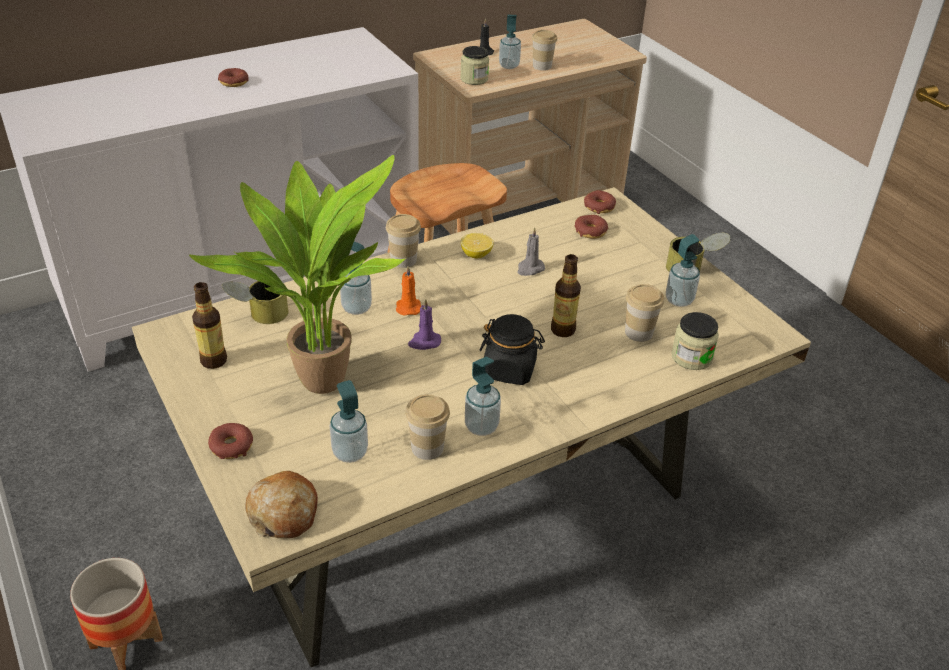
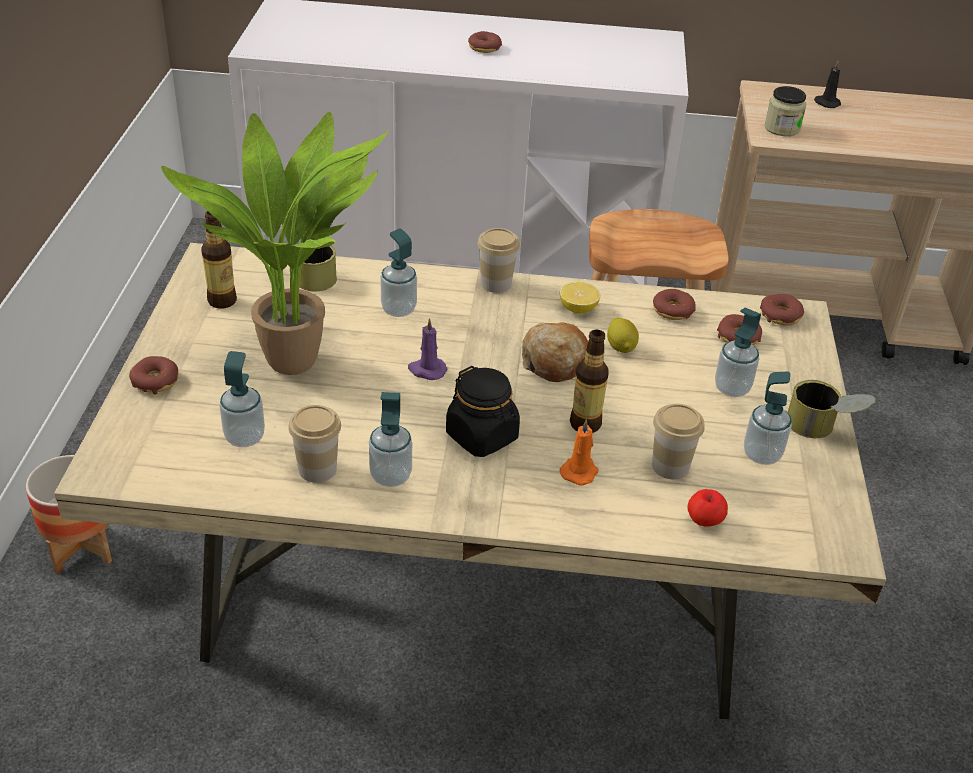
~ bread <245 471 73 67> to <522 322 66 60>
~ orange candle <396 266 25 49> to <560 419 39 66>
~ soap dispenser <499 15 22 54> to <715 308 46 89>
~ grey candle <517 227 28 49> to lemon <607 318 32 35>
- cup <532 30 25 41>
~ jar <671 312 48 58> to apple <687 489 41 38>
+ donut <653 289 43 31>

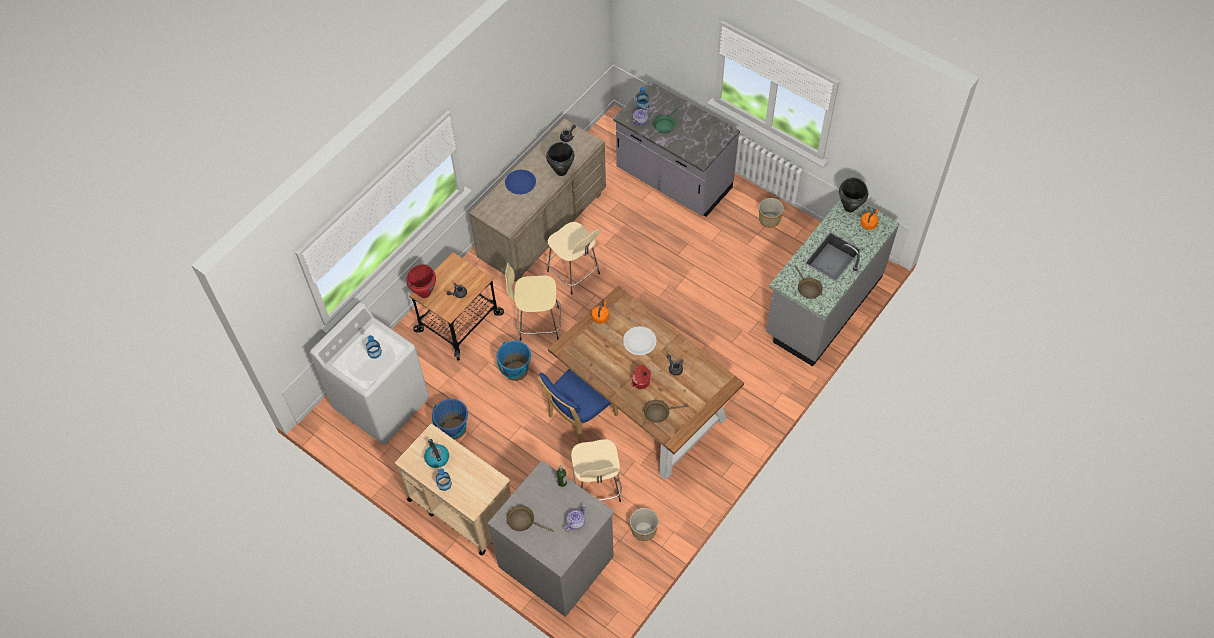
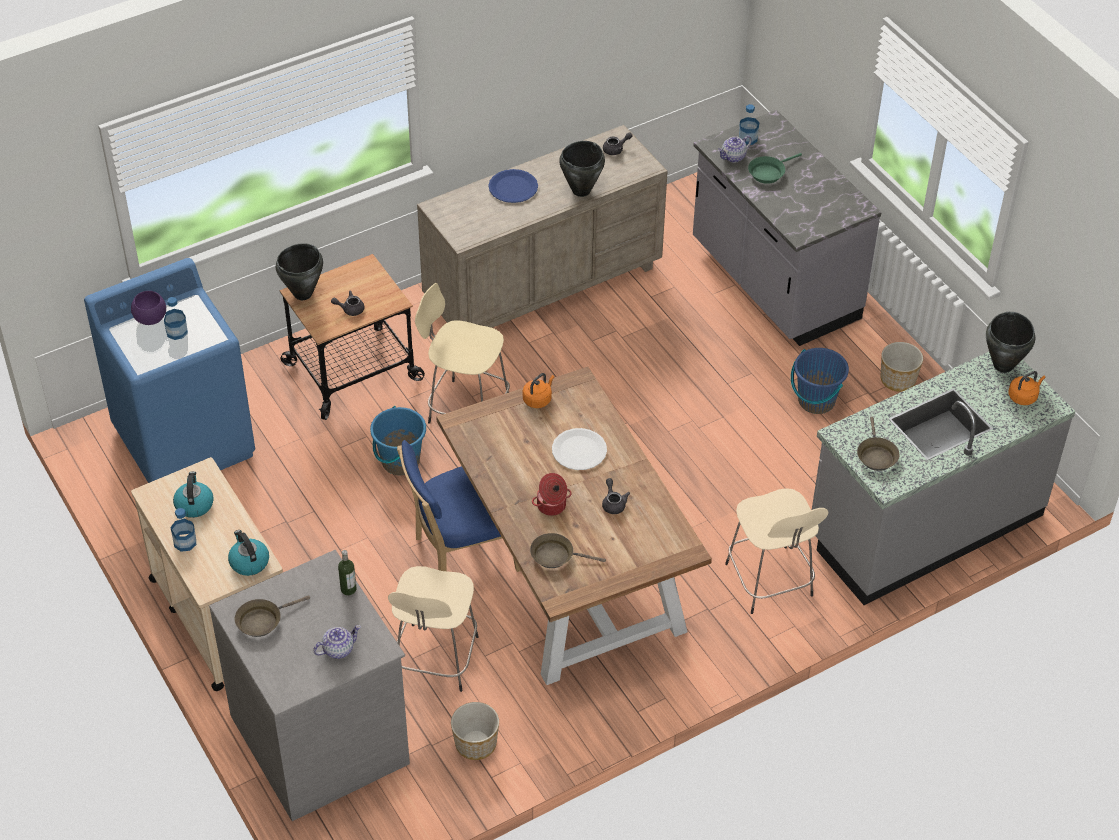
~ white washing machine <310 302 119 143> to blue washing machine <84 258 171 225>
~ red cooking pot <406 264 30 34> to black cooking pot <276 243 47 57>
~ blue bucket <432 399 36 41> to <791 348 58 66>
~ brown frying pan <506 505 48 27> = <235 595 75 42> 75 degrees counterclockwise
~ beige stool <547 222 53 73> to <725 488 103 126>
+ purple bowl <131 291 35 34>
+ kettle <228 530 41 46>

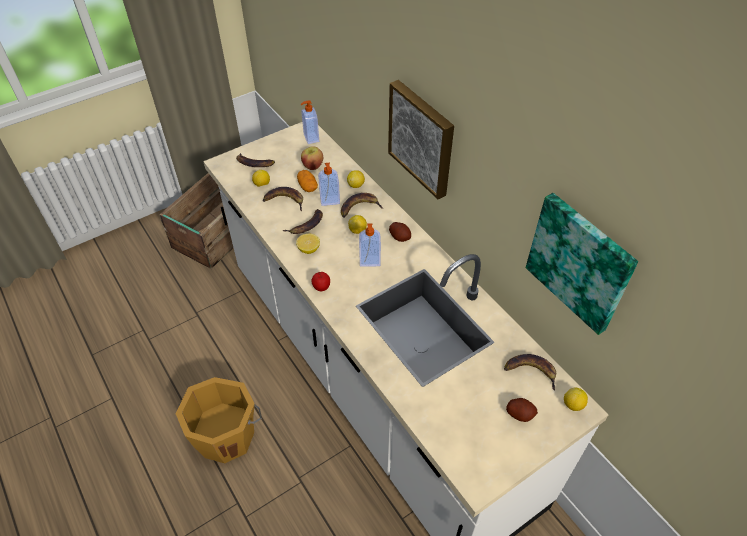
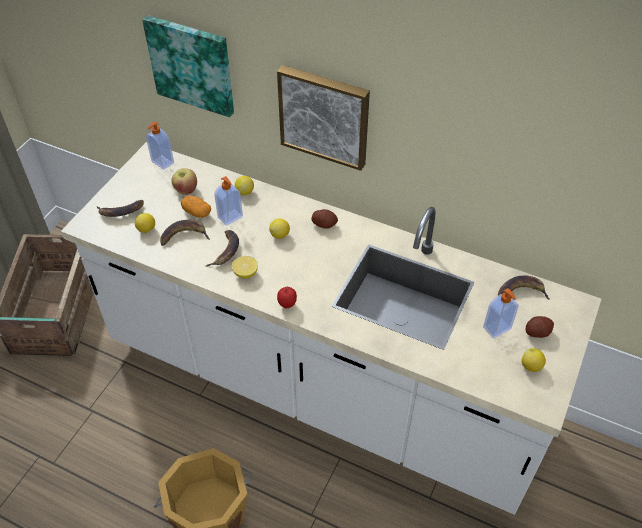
- banana <341 193 42 25>
~ soap dispenser <359 223 22 44> to <483 288 36 51>
~ picture <526 193 112 142> to <142 15 92 102>
~ lemon <564 388 24 23> to <522 348 24 24>

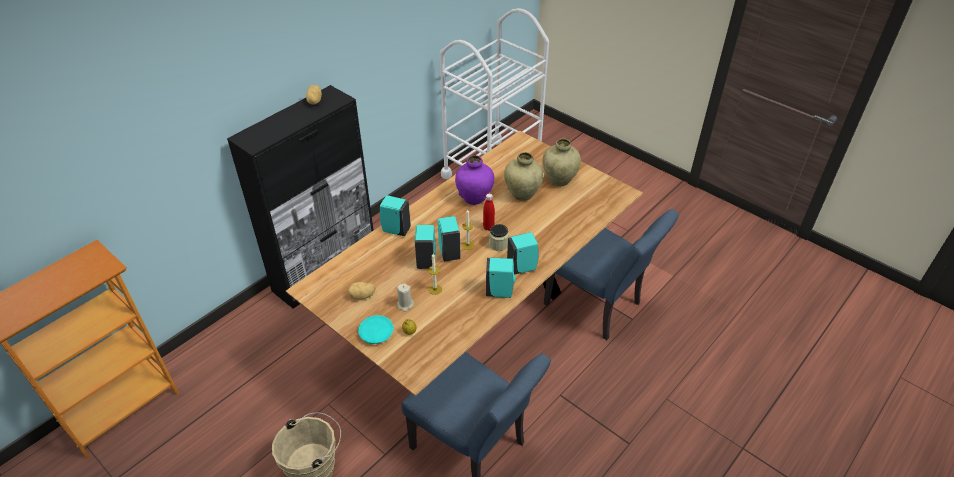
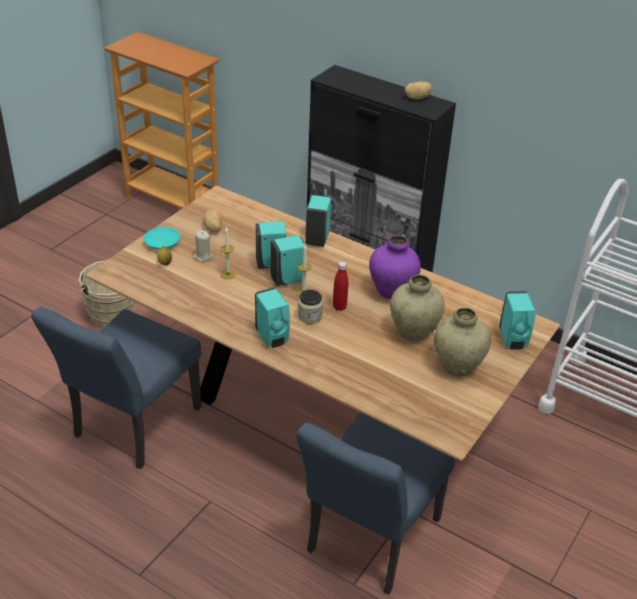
~ turquoise soap dispenser <486 258 30 40> to <499 291 37 59>

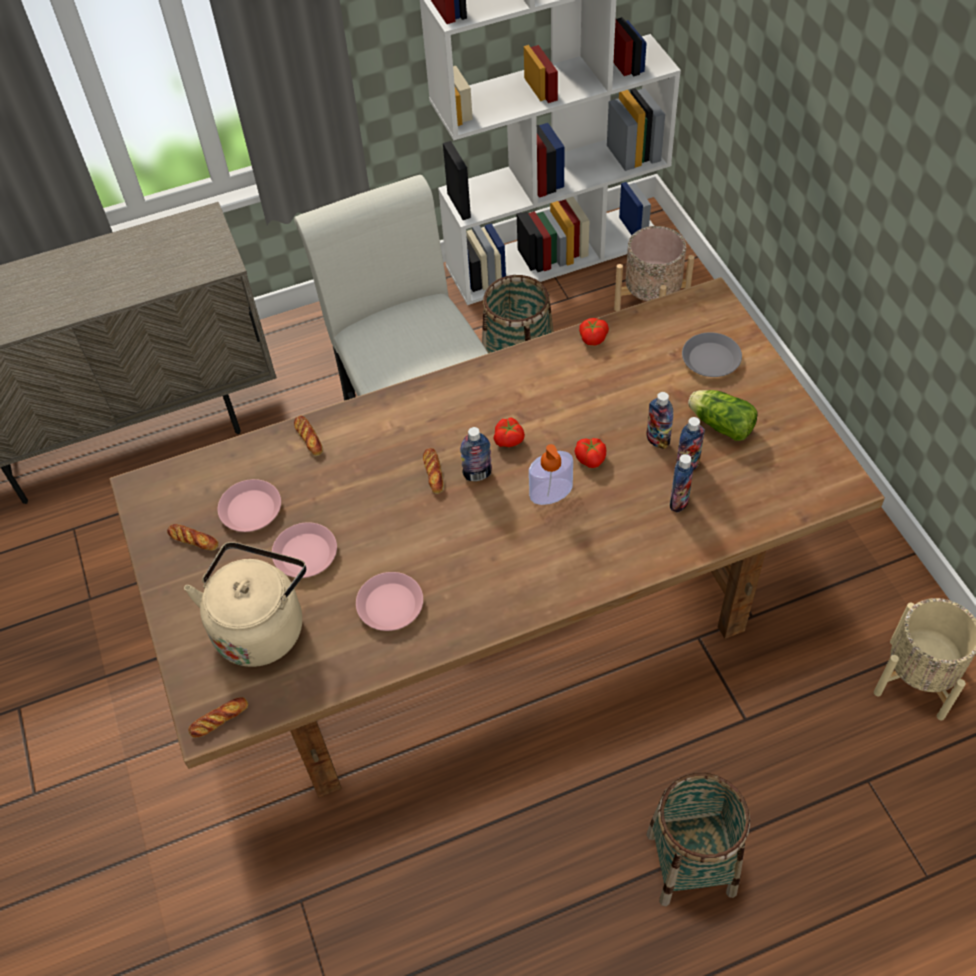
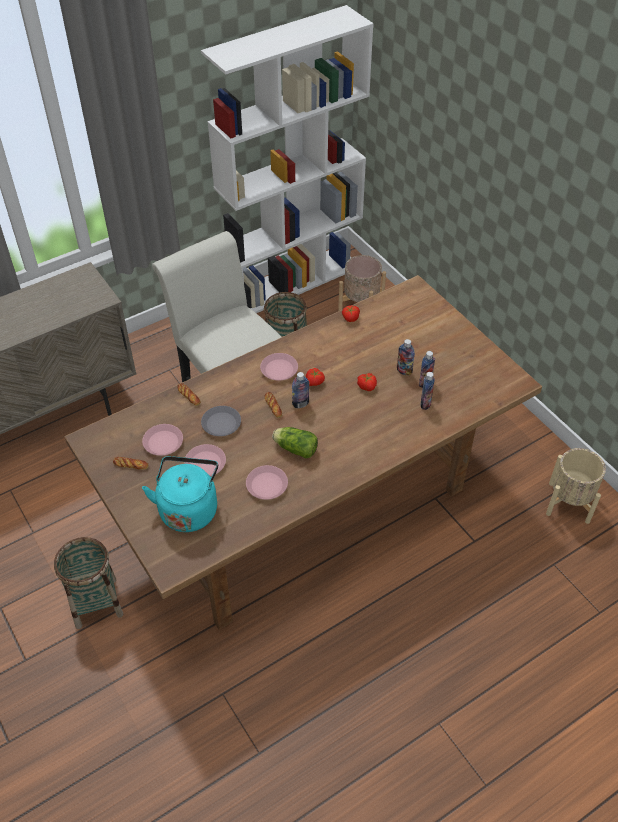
~ beige kettle <184 542 122 125> to turquoise kettle <142 456 76 76>
- bread <188 697 60 41>
- soap dispenser <529 444 44 61>
~ basket <646 773 104 133> to <54 537 69 92>
~ grey plate <682 332 60 45> to <201 406 40 30>
~ lettuce <688 390 70 51> to <272 427 46 31>
+ pink plate <260 353 38 28>

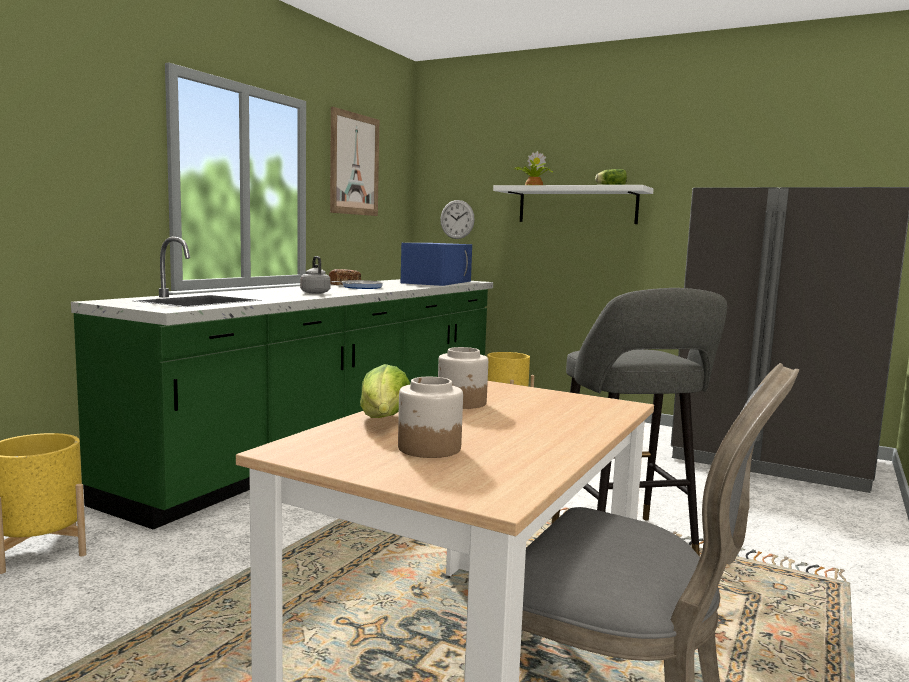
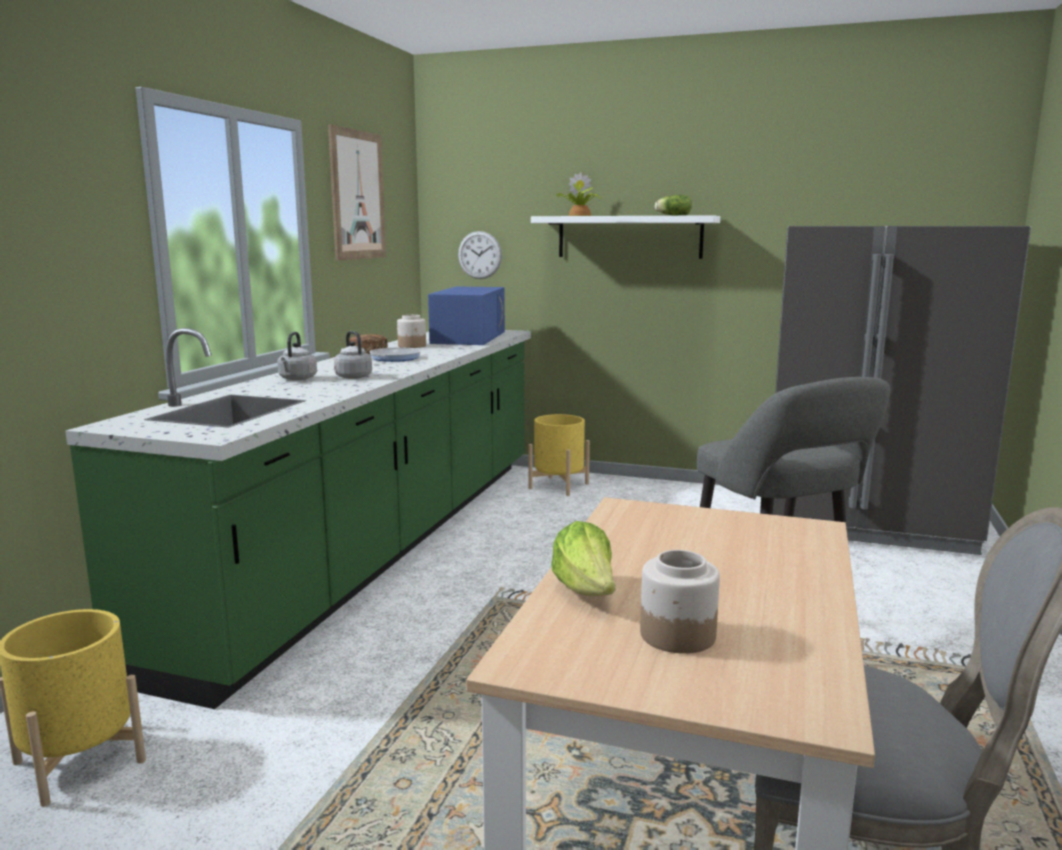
~ jar <438 347 50 62> to <397 315 29 33>
+ grey kettle <277 332 40 48>

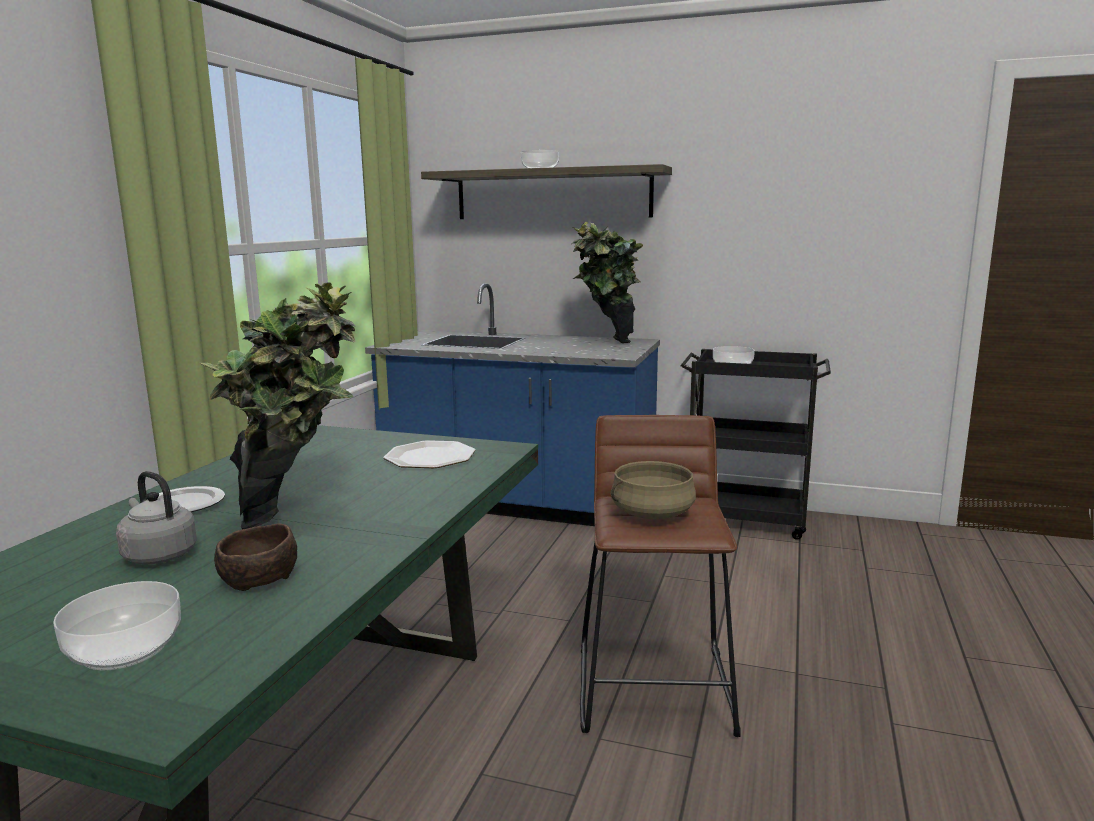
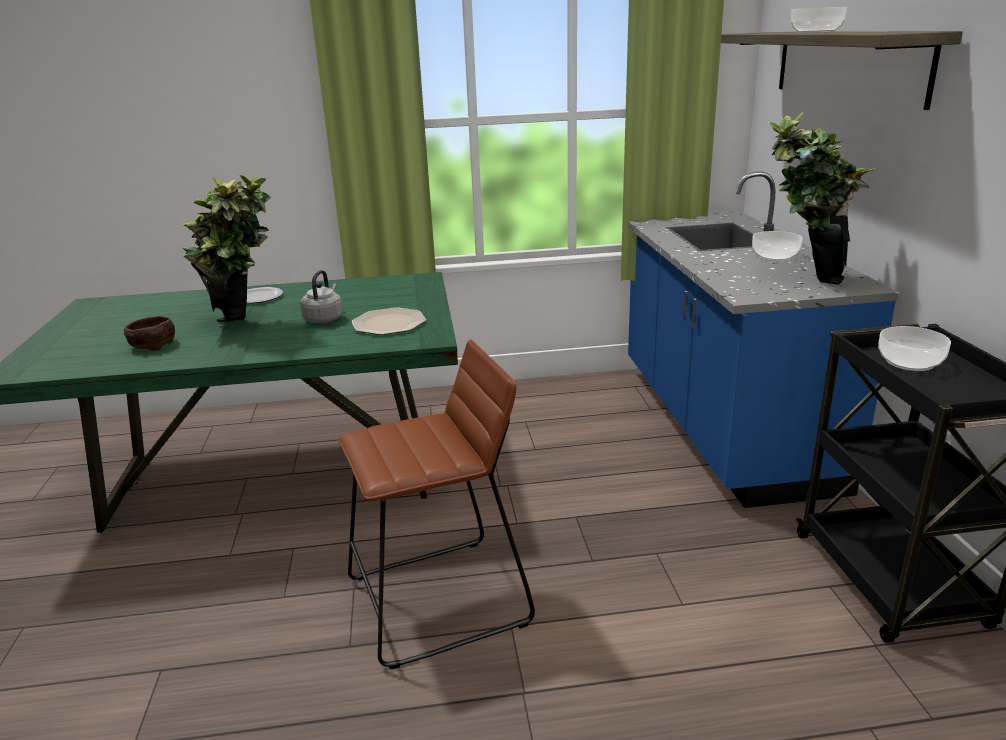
~ bowl <53 581 128 89> to <752 231 51 30>
~ grey kettle <116 471 81 94> to <300 270 43 53>
- beige cooking pot <611 461 85 58>

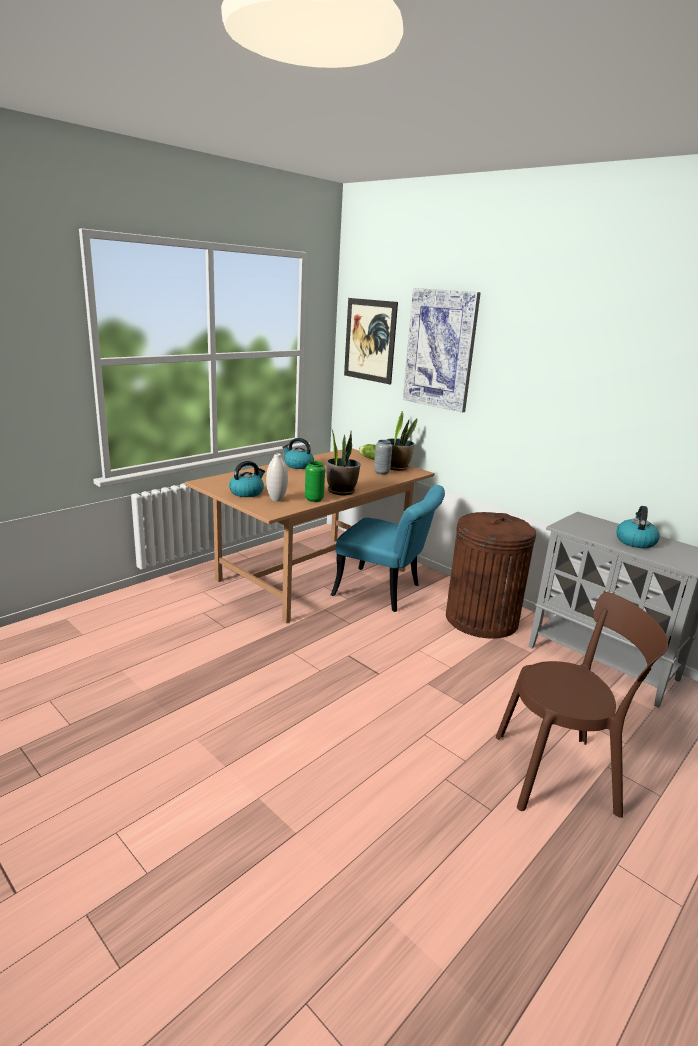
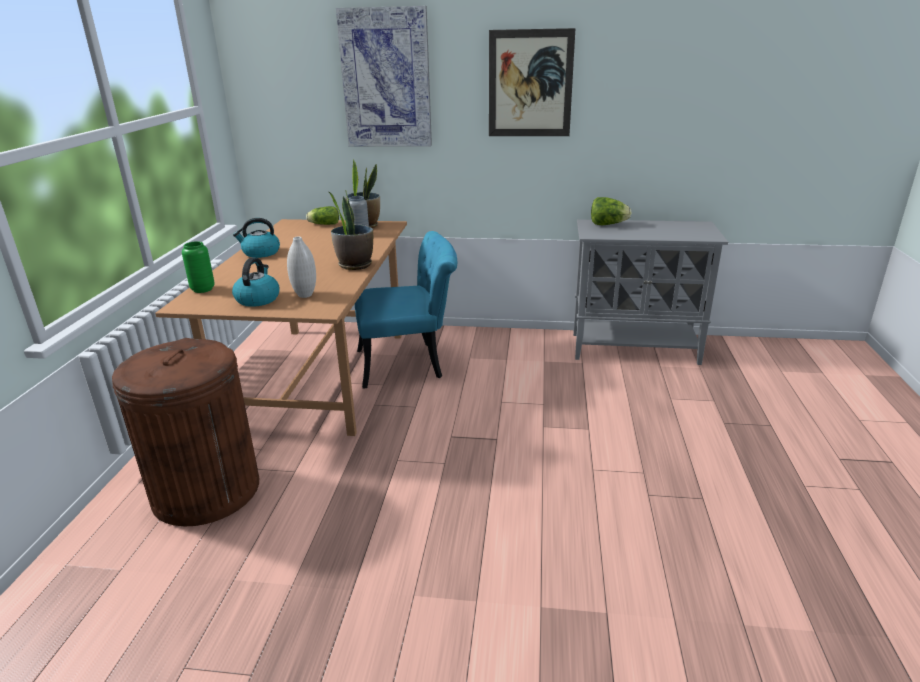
~ green vase <305 461 20 41> to <182 241 33 52>
~ picture <344 298 54 86> to <489 28 86 108>
~ brown trash can <446 512 90 127> to <112 338 147 188>
- brown chair <496 592 172 226>
- kettle <616 506 44 42>
+ lettuce <591 197 41 28>

